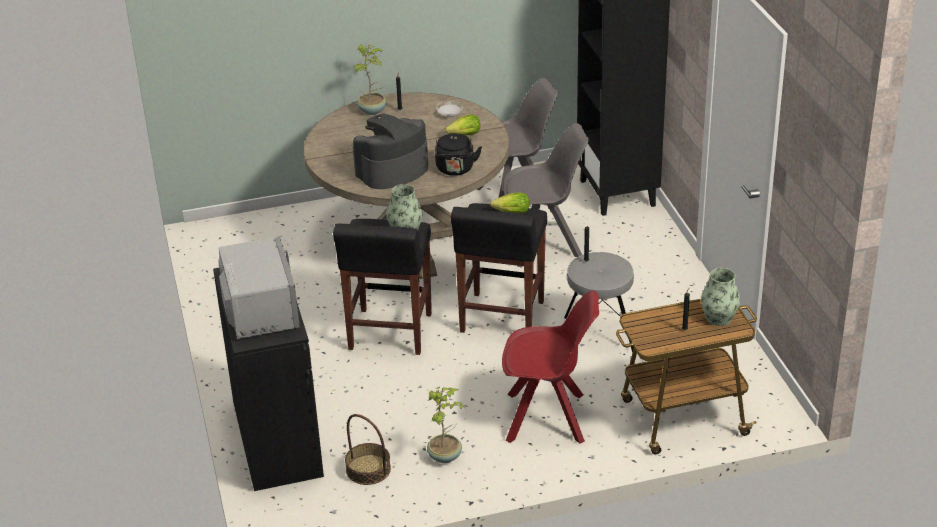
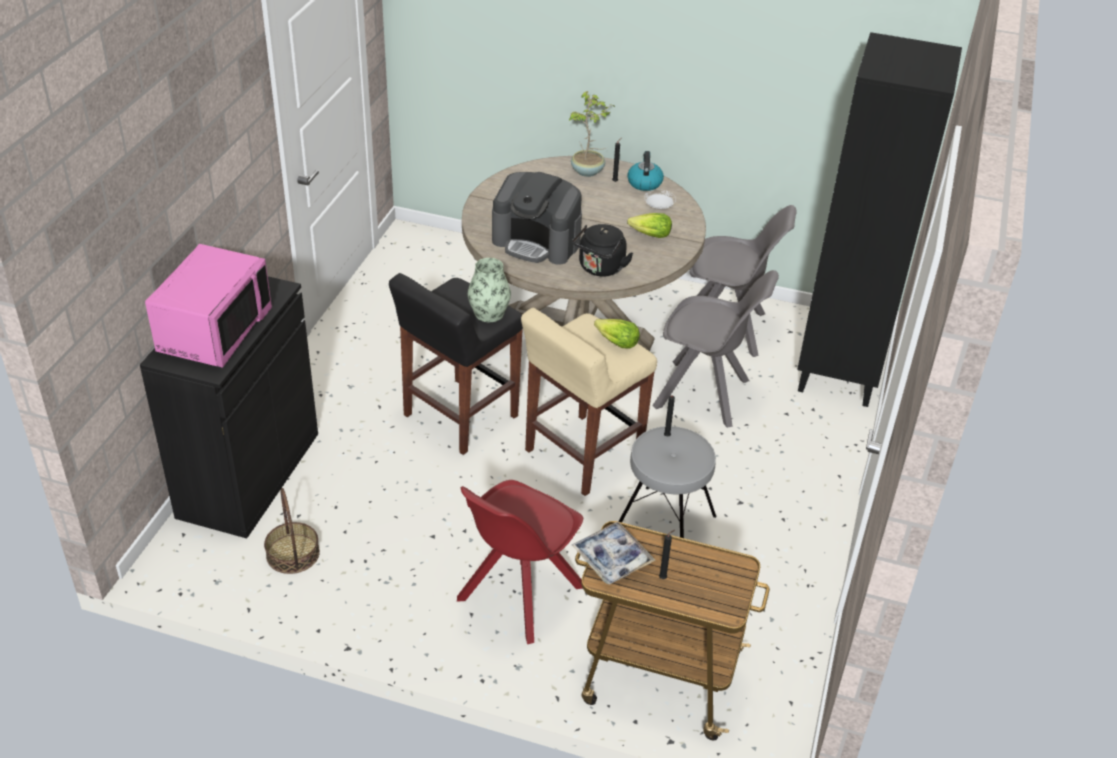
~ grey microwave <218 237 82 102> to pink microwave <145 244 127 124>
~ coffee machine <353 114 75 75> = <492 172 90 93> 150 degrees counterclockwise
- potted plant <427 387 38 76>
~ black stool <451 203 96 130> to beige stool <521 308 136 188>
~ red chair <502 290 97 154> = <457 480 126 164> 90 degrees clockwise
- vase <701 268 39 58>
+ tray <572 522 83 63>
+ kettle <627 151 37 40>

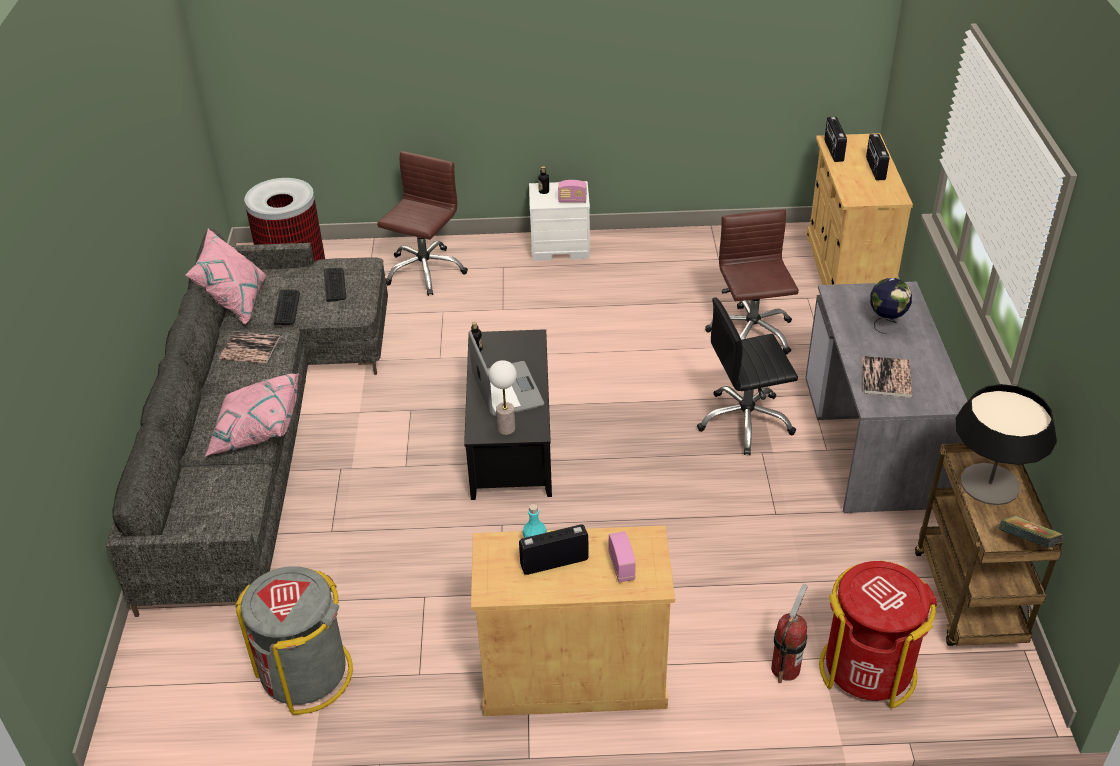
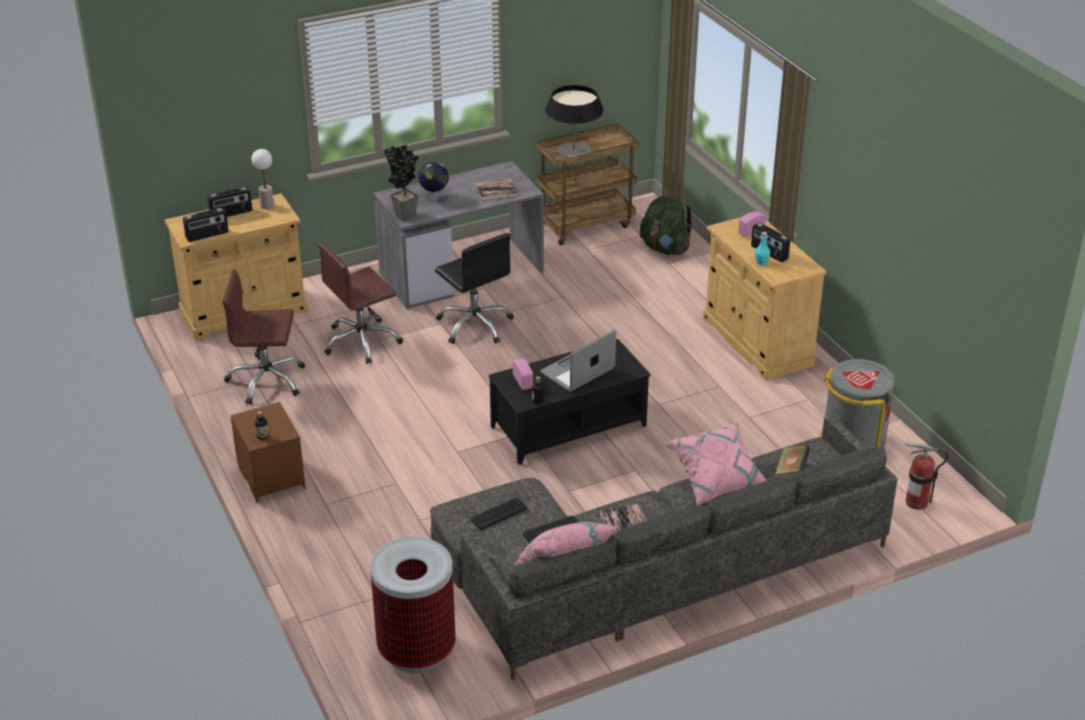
~ brown office chair <377 151 91 145> to <222 269 83 136>
~ table lamp <489 360 28 75> to <252 149 22 60>
~ white nightstand <529 181 61 80> to brown nightstand <230 402 75 101>
~ radio <558 180 29 23> to <513 359 20 31>
~ fire extinguisher <771 584 37 99> to <905 442 43 68>
~ red trash can <819 561 119 147> to green backpack <640 196 53 59>
~ book <999 516 65 32> to <775 445 35 32>
+ potted plant <383 145 36 76>

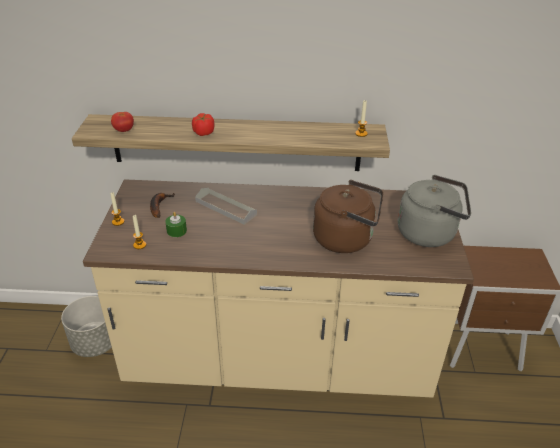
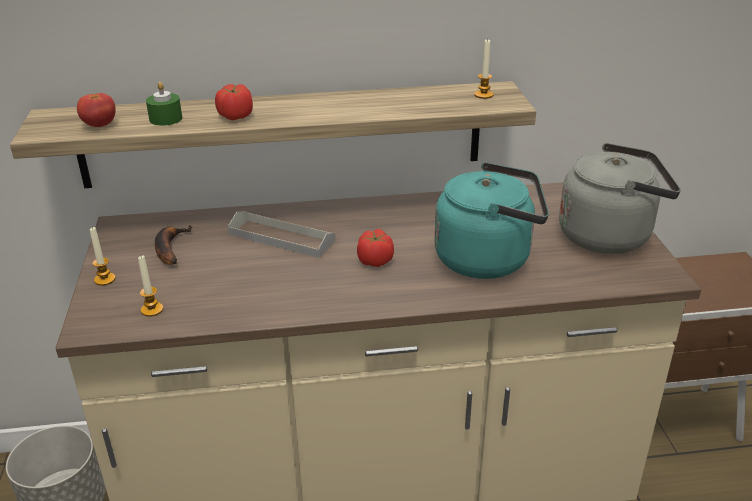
~ green candle <165 212 22 25> to <146 82 36 44>
~ brown kettle <313 180 70 73> to turquoise kettle <434 162 115 117>
+ tomato <357 229 37 38>

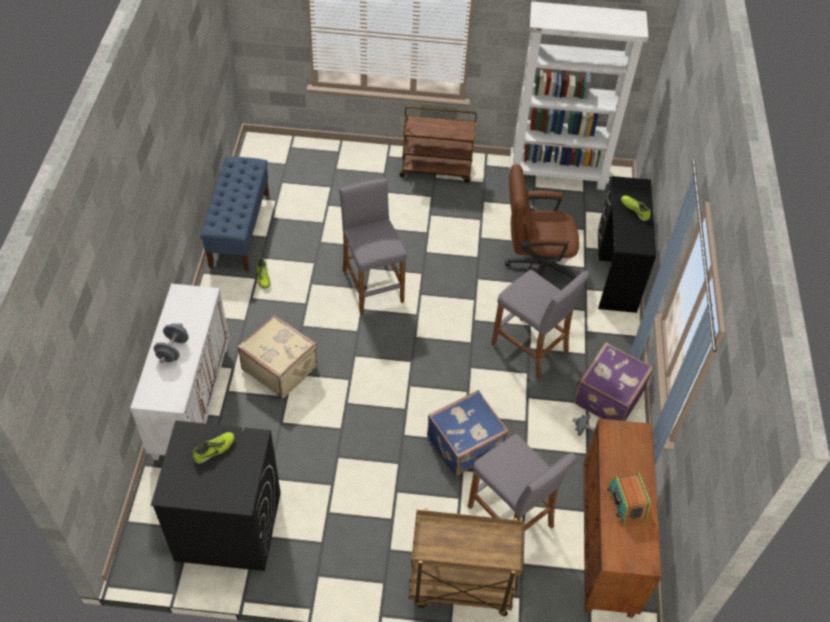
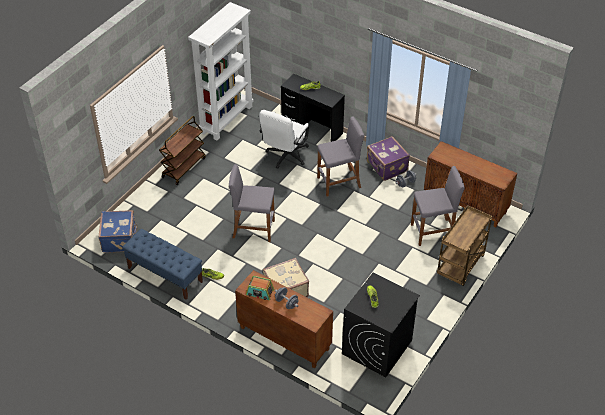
~ white cabinet <130 284 99 176> to brown cabinet <235 270 98 98>
~ blue suitcase <427 390 82 87> to <98 210 40 43>
~ brown office chair <505 164 74 117> to white office chair <259 110 50 59>
~ radio <607 473 43 51> to <246 276 28 24>

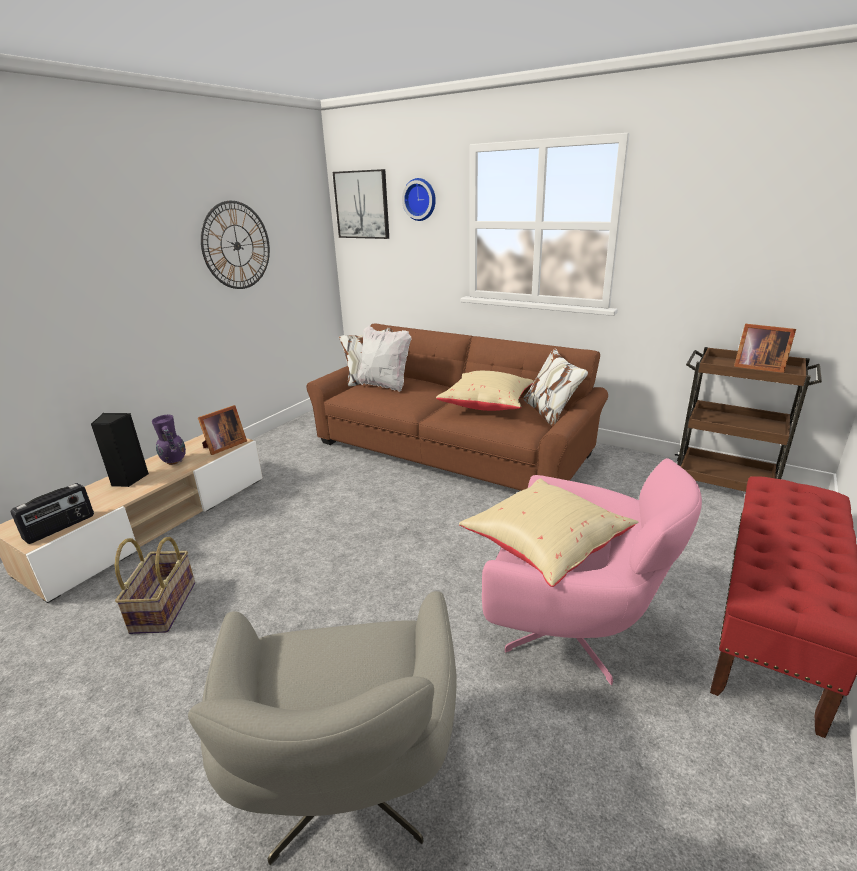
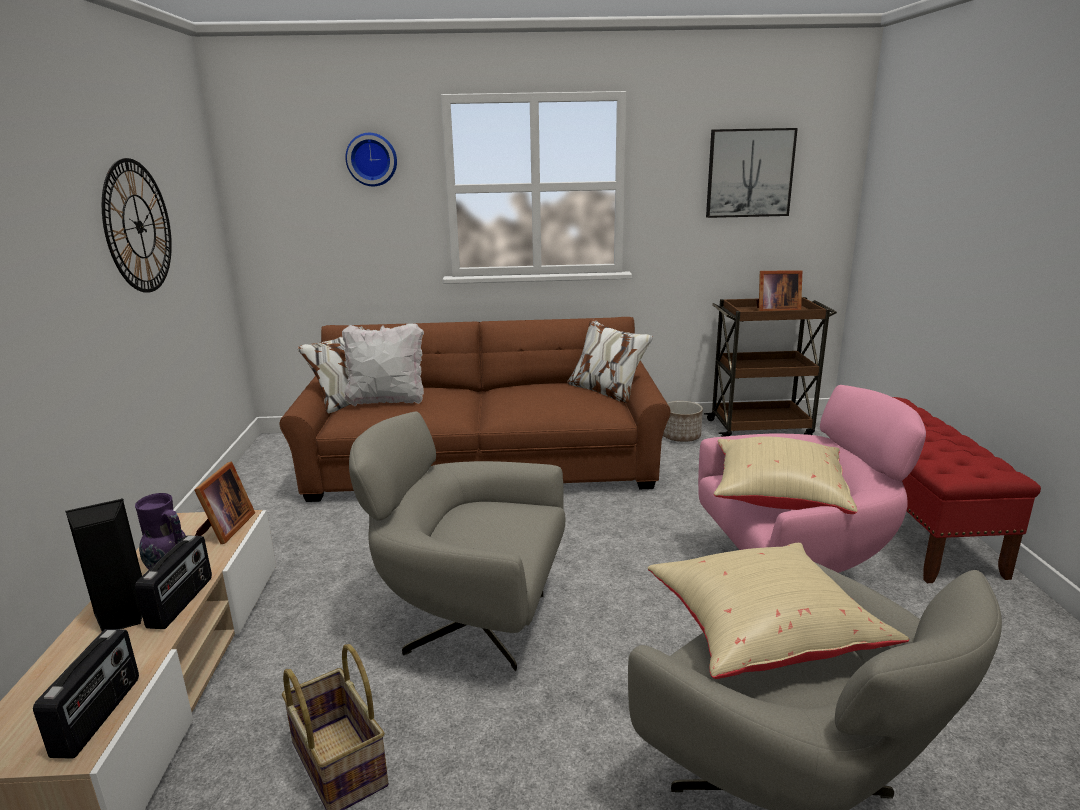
~ picture <333 169 56 70> to <706 128 92 90>
~ beige pillow <436 371 98 40> to <648 543 261 136>
+ radio <135 535 77 94>
+ grey armchair <349 411 216 260>
+ planter <663 401 40 41>

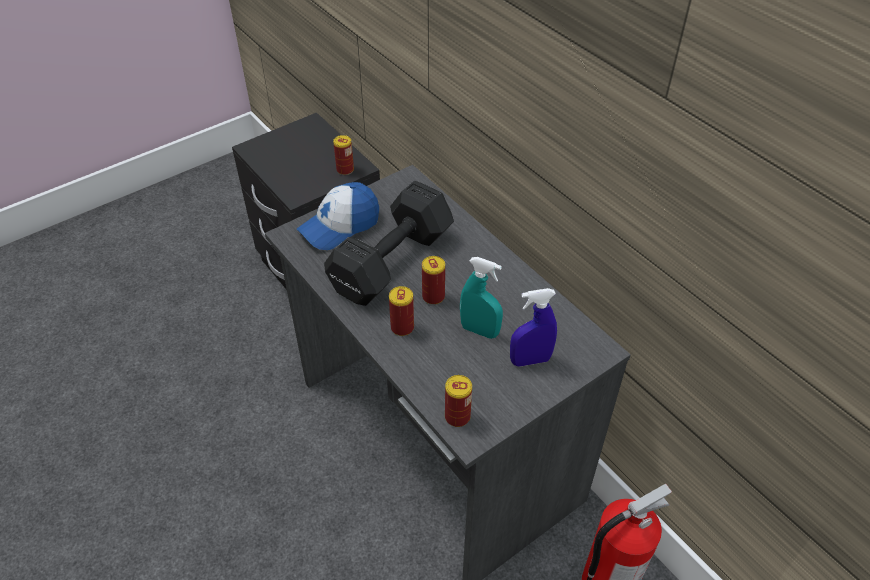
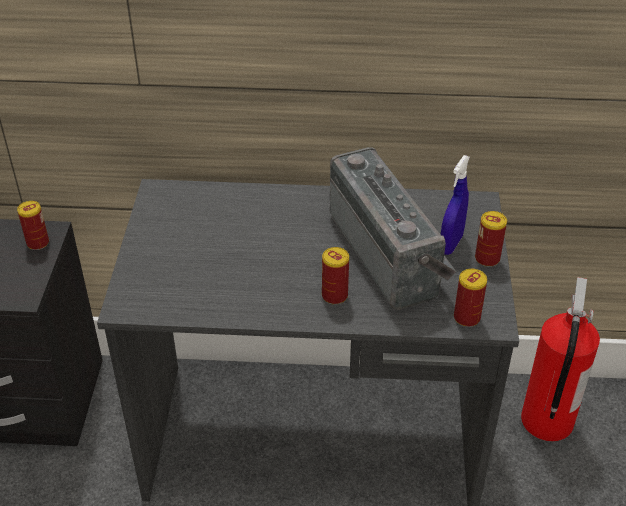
- cap <297 182 82 68>
- black dumbbell <324 181 130 125>
~ can <422 256 23 49> to <475 211 32 56>
~ turquoise spray bottle <460 257 43 82> to radio <330 147 126 163>

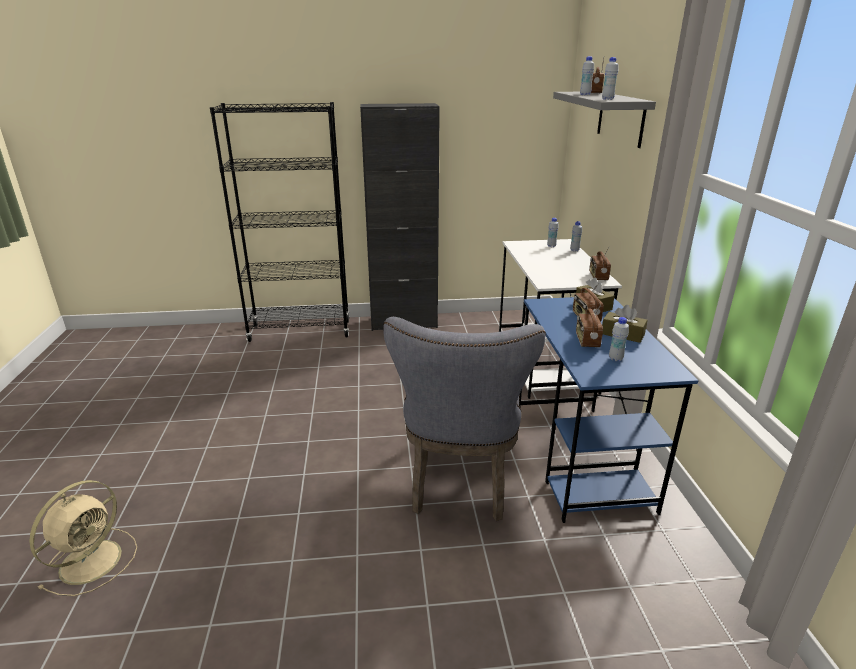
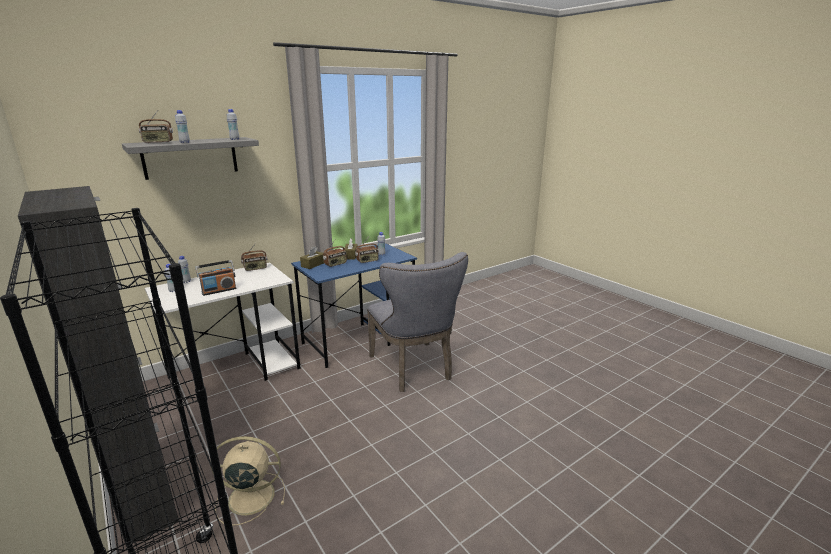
~ beige fan <29 480 108 116> to <211 436 74 90>
~ grey chair <383 317 163 204> = <367 252 101 140> 90 degrees clockwise
+ radio <195 260 42 36>

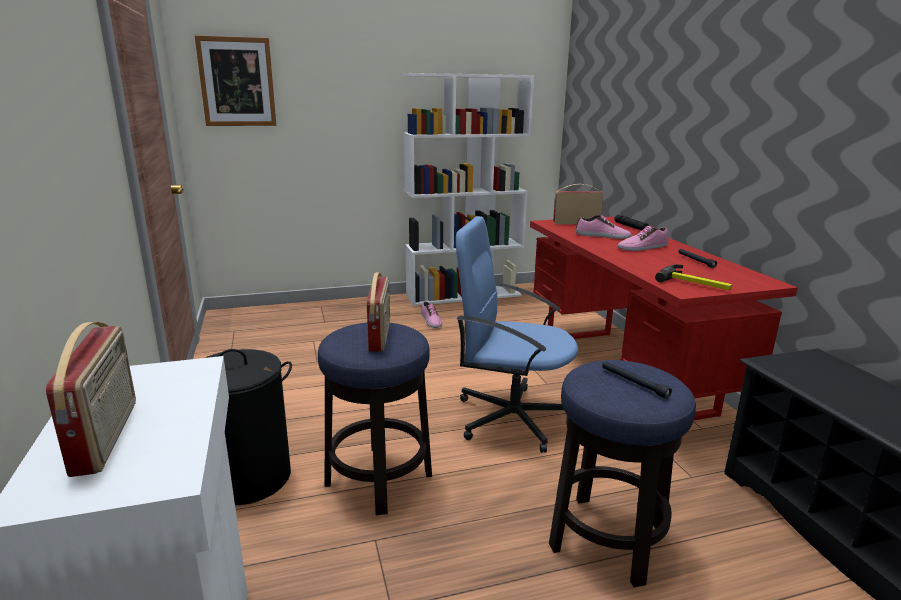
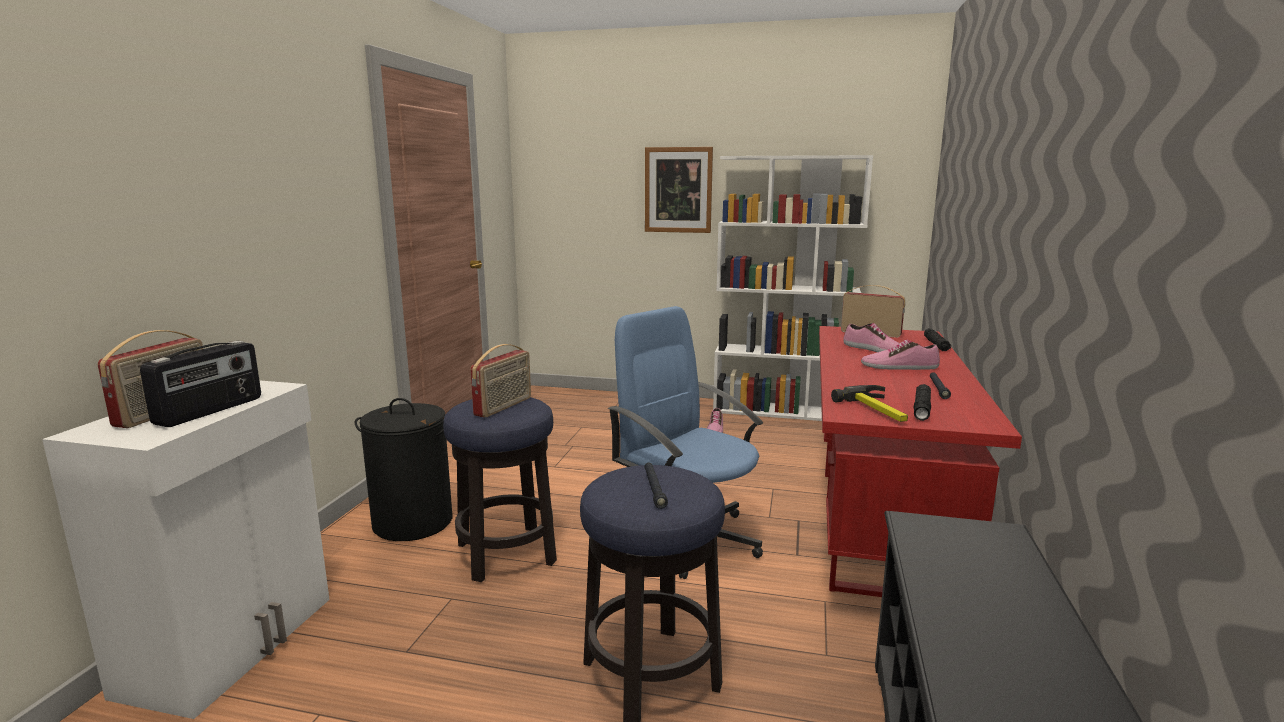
~ picture <195 35 81 91> to <645 147 68 86>
+ radio <140 341 121 86>
+ black flashlight <914 384 17 37>

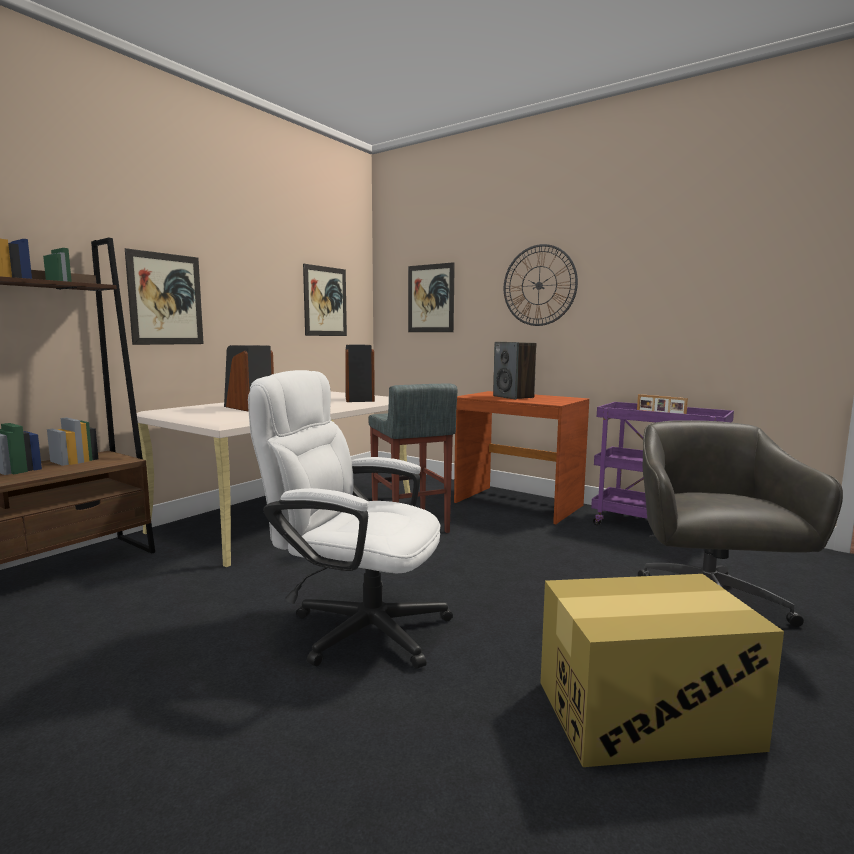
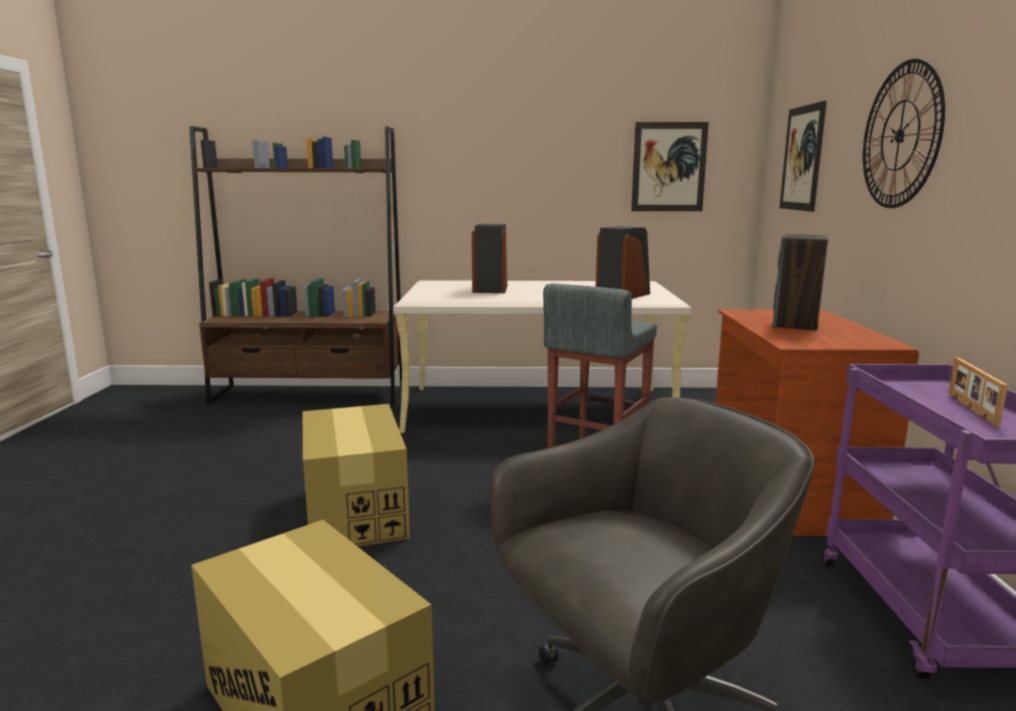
- picture <125 248 79 97>
~ white office chair <248 370 205 299> to cardboard box <303 404 107 142>

